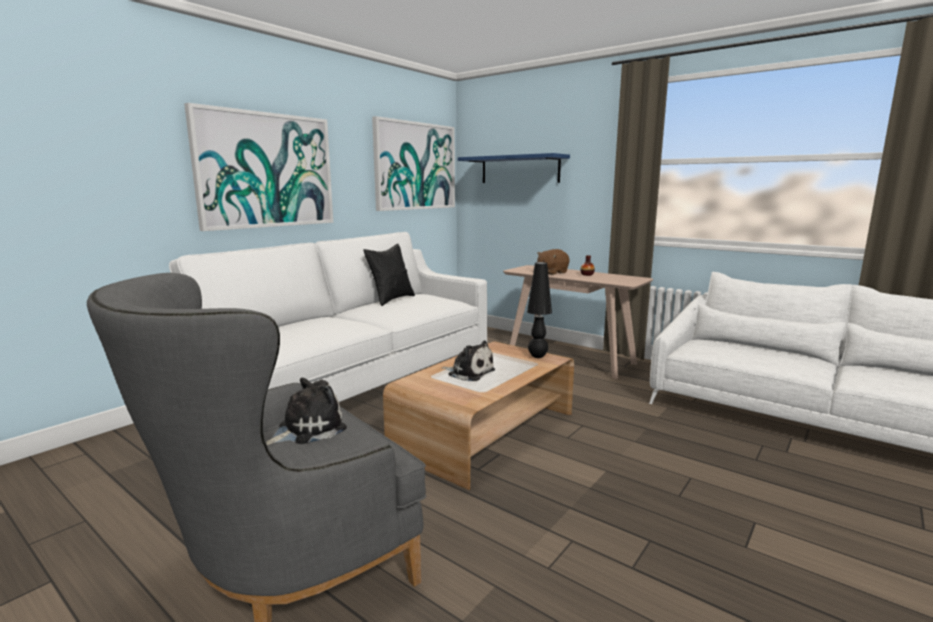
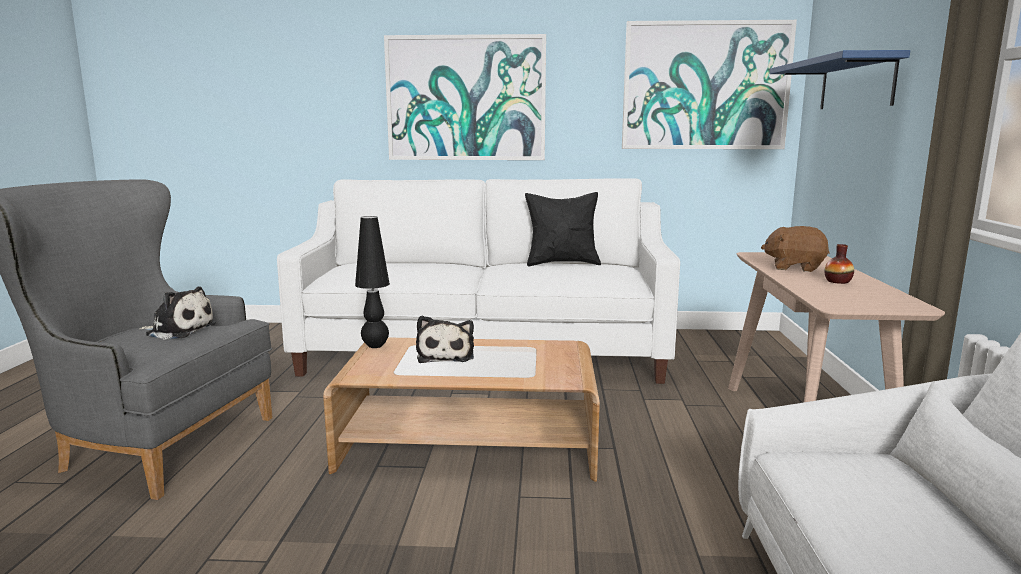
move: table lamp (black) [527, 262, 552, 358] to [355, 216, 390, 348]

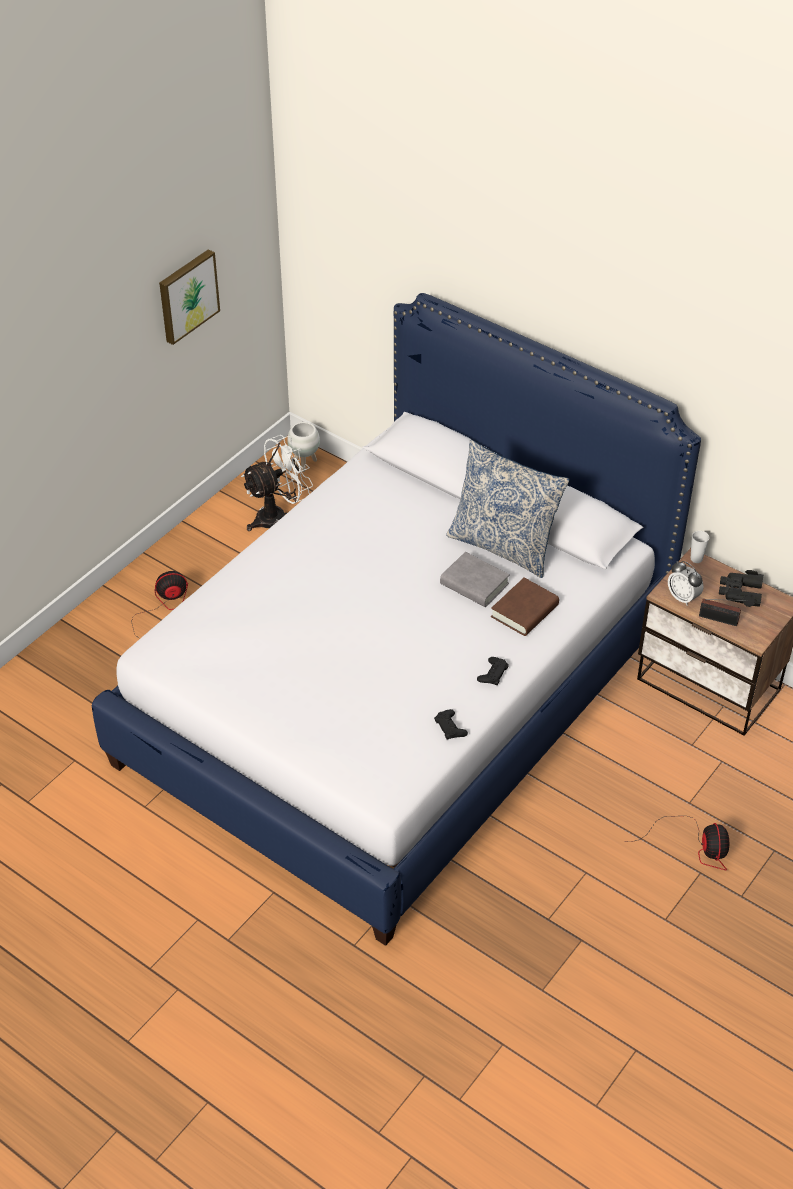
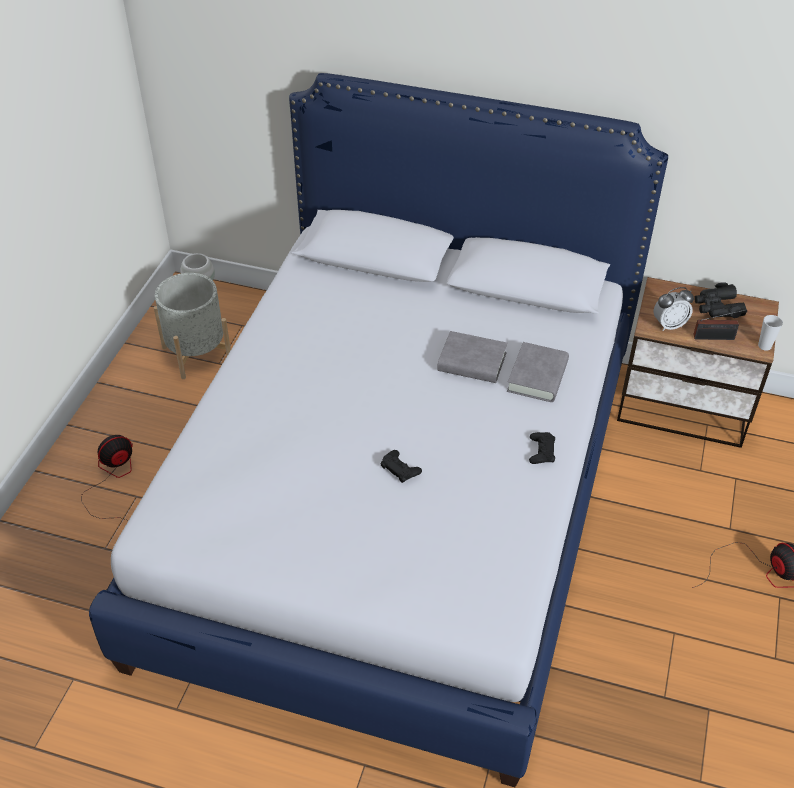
delete: wall picture [159, 249, 220, 345]; pillow [446, 440, 570, 578]
move: small cup [691, 531, 709, 563] to [758, 315, 783, 351]; gamepad (black) [434, 709, 468, 740] to [380, 450, 422, 483]
replace: electric fan (whitish) [241, 435, 313, 531] to plant pot (grey) [154, 273, 231, 379]
recolor: volume (brown-coloured) [491, 578, 559, 636] to volume (grey) [507, 342, 569, 402]
rotate: bedside clock [668, 561, 704, 605] = [654, 287, 694, 331] 45 degrees counterclockwise

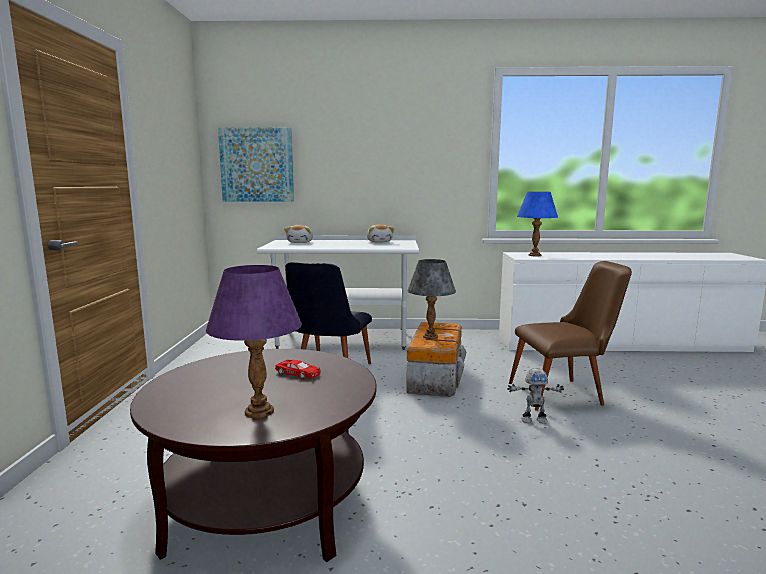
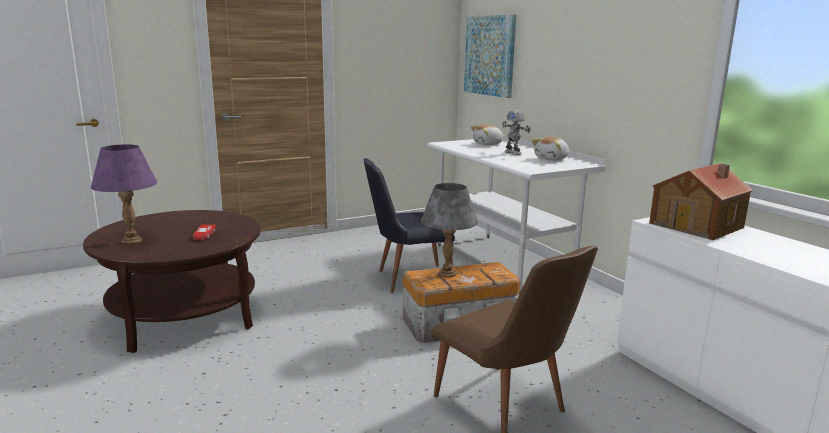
move: model robot [507, 368, 564, 423] to [502, 110, 531, 155]
replace: table lamp (blue) [517, 192, 558, 256] to model house [649, 163, 753, 240]

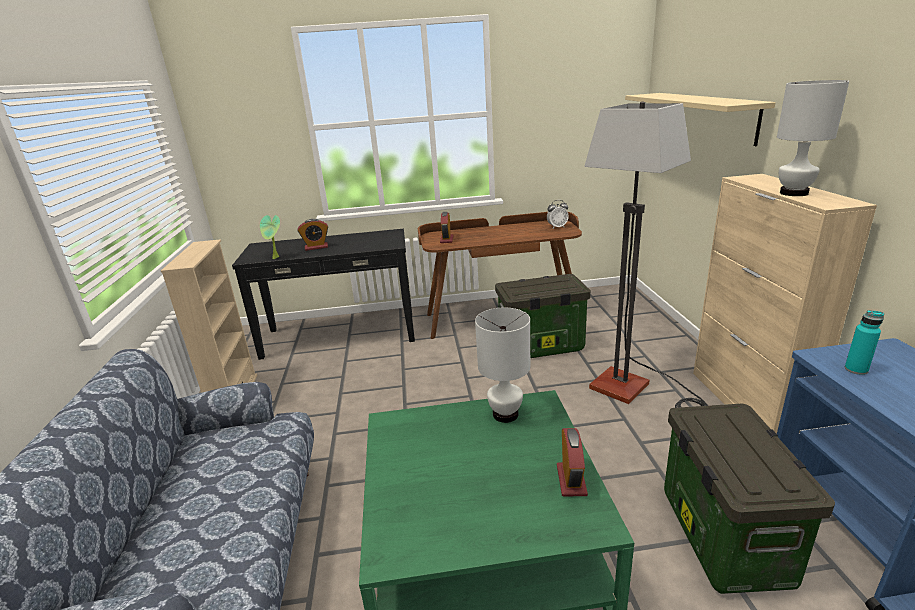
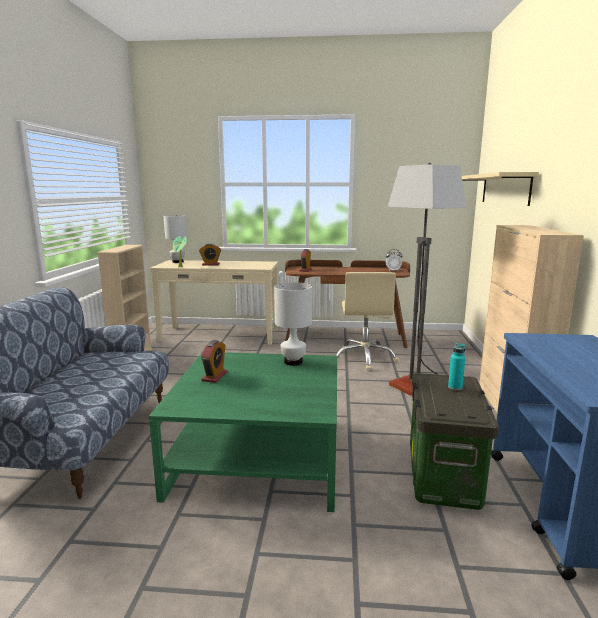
move: table lamp (whitish) [777, 80, 849, 196] to [164, 215, 187, 263]; drink bottle (turquoise-coloured) [845, 310, 884, 375] to [448, 343, 466, 390]; bedside clock [557, 428, 588, 496] to [201, 340, 228, 383]
replace: storage bin [495, 274, 591, 358] to office chair (beige-coloured) [336, 272, 399, 370]
recolor: hall table (black) [232, 229, 415, 360] to hall table (beige-coloured) [150, 260, 278, 345]

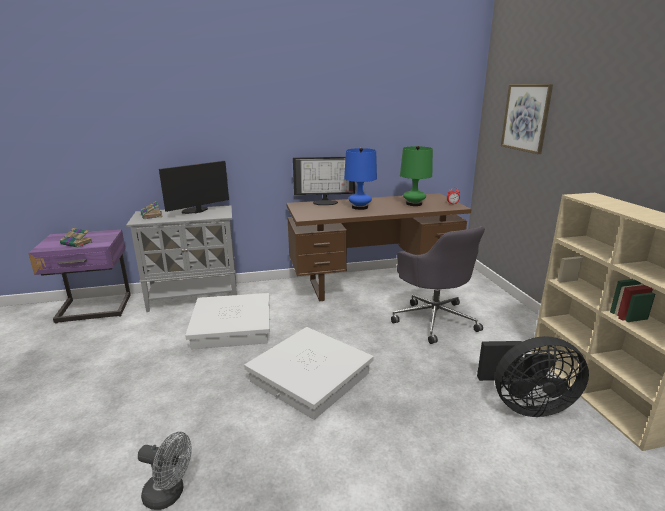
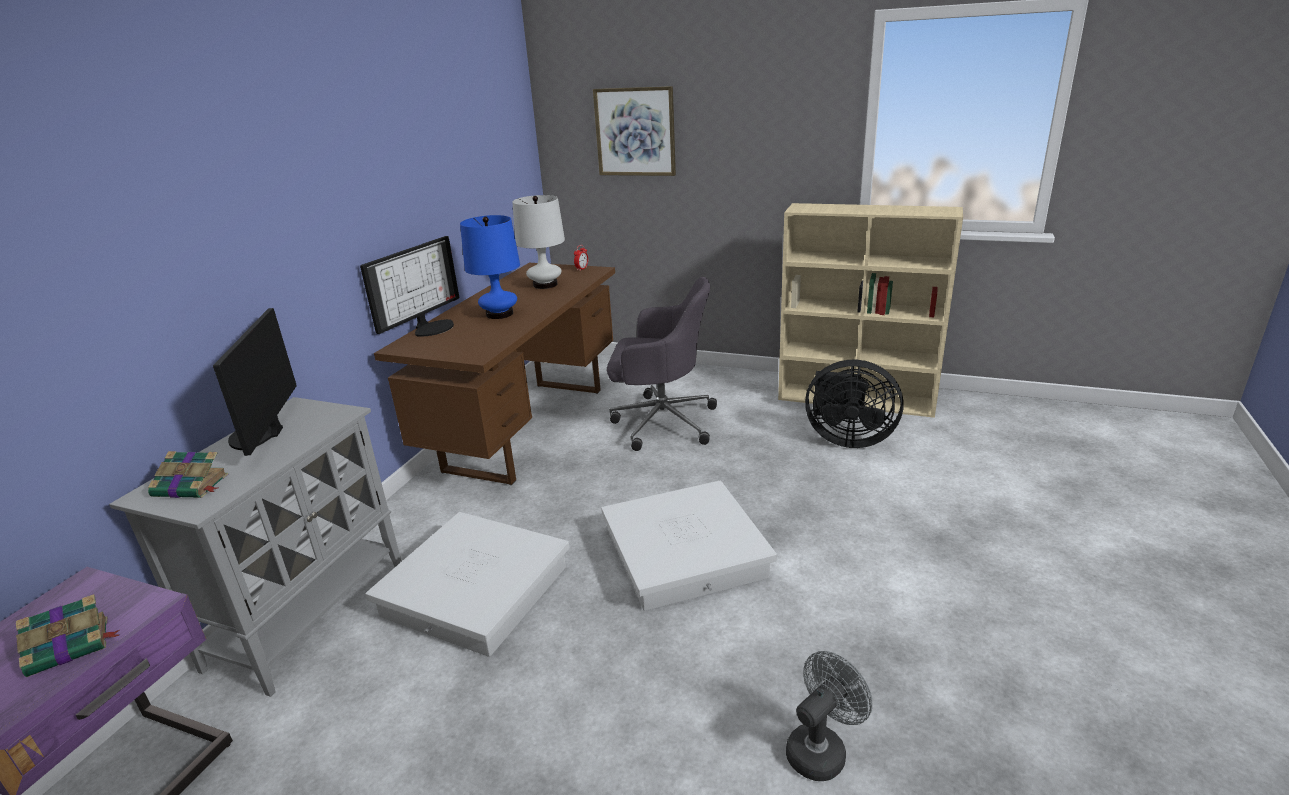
recolor: table lamp (greenish) [400, 146, 433, 206] to table lamp (whitish) [512, 195, 565, 289]
rotate: electric fan (black) [477, 336, 589, 417] = [805, 360, 904, 448] 75 degrees clockwise

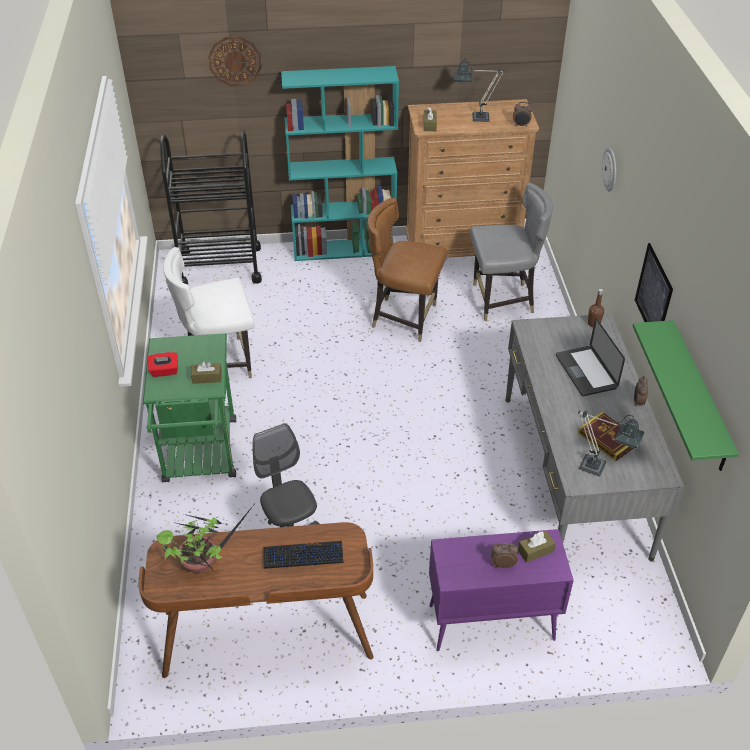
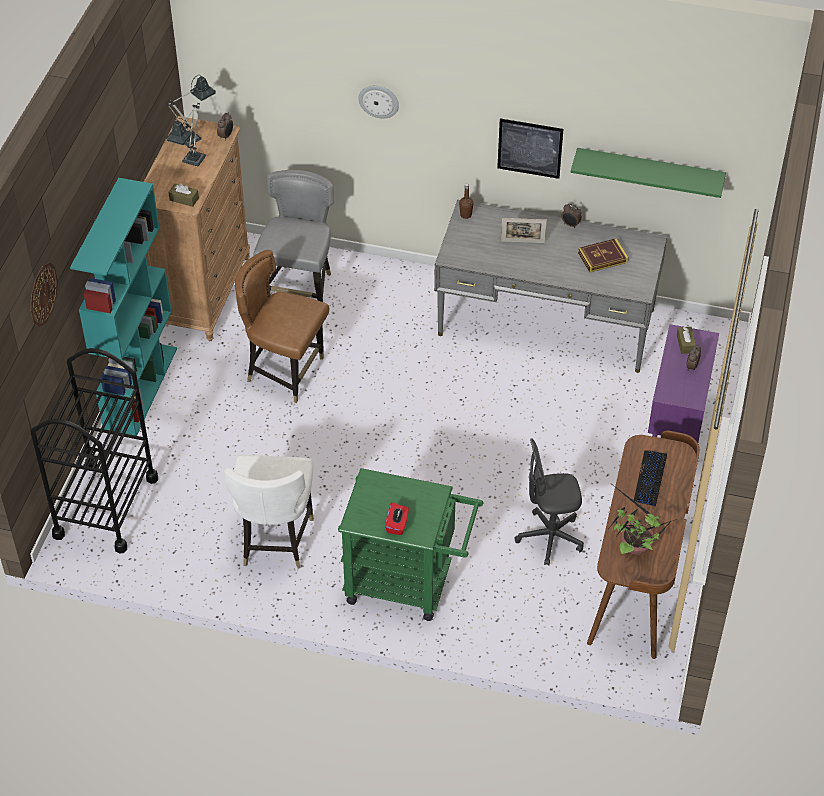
delete: box of tissues (brown-coloured) [191, 361, 222, 384]
move: table lamp [578, 410, 644, 476] to [167, 75, 216, 147]
replace: laptop [556, 318, 625, 396] to standing frame [501, 218, 547, 243]
rotate: upright chair (brown-coloured) [368, 198, 447, 342] = [235, 250, 329, 403] 75 degrees clockwise

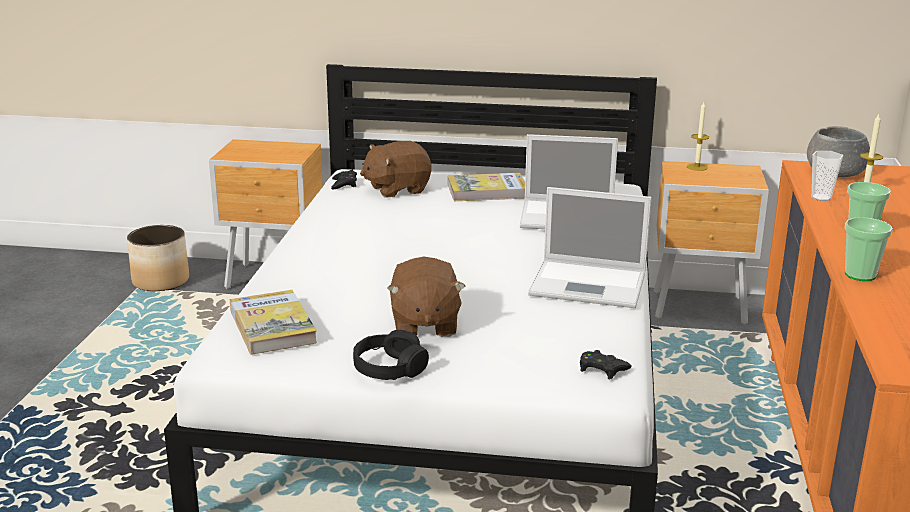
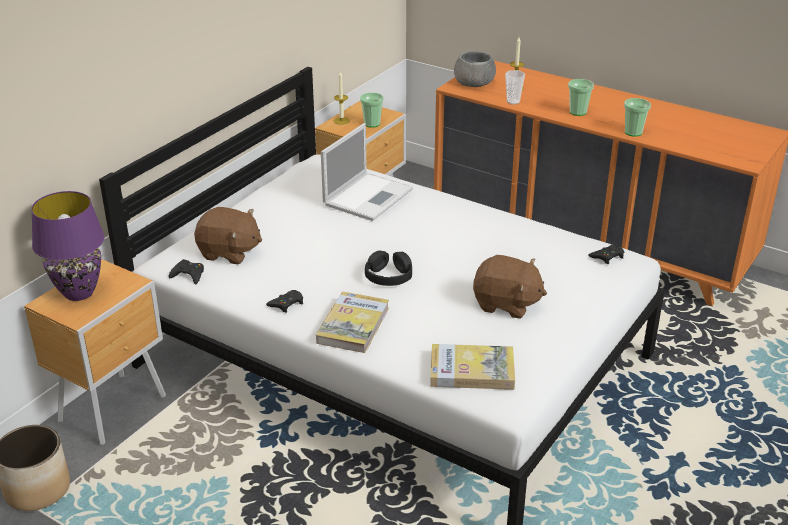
delete: laptop [528, 187, 652, 308]
insert: small cup [360, 93, 384, 128]; table lamp (purple-coloured) [31, 191, 105, 301]; gamepad (black) [266, 290, 303, 313]
move: volume [448, 173, 525, 201] to [316, 292, 389, 353]; headset (black) [353, 330, 429, 380] to [365, 250, 412, 286]
rotate: cuddly toy (brown-coloured) [360, 141, 432, 198] = [194, 207, 262, 264] 75 degrees counterclockwise

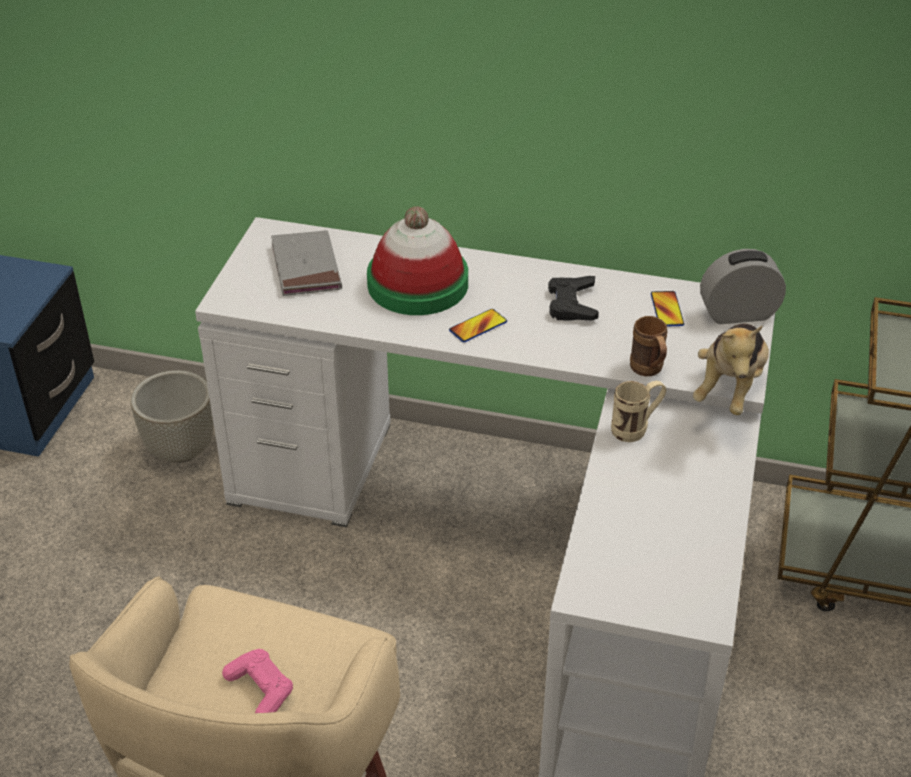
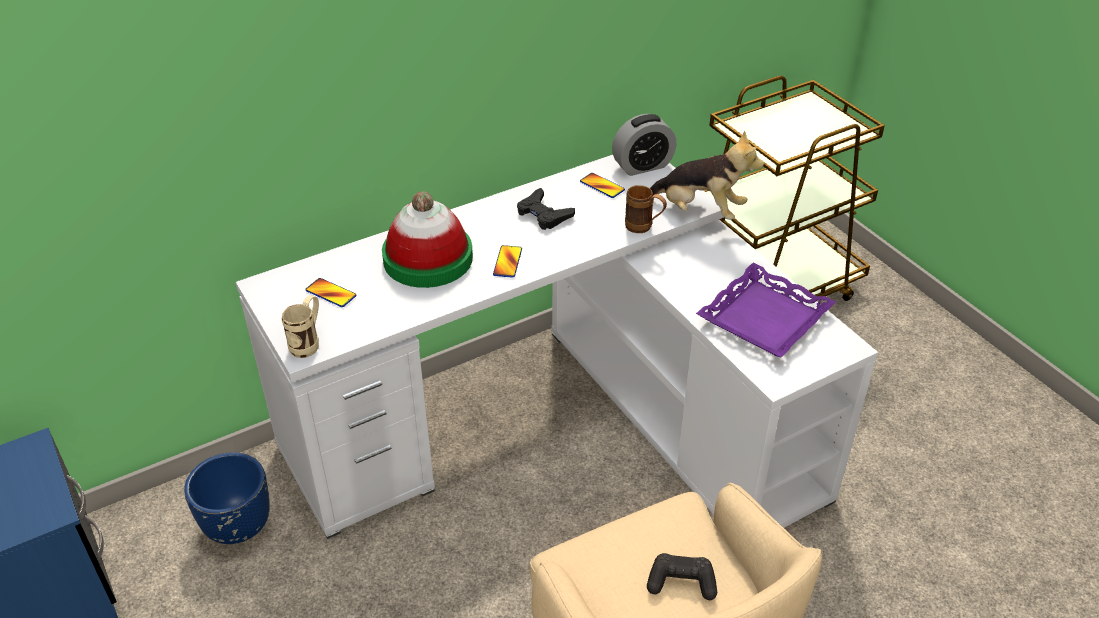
insert: carrying tray (purple-coloured) [696, 263, 836, 358]
move: tea mug (beige-coloured) [611, 381, 666, 442] to [282, 295, 319, 358]
replace: volume (grey) [271, 230, 342, 296] to handset [305, 278, 357, 307]
recolor: plant pot (grey) [131, 370, 214, 463] to plant pot (blue) [184, 452, 270, 544]; gamepad (pinkish) [222, 649, 293, 713] to gamepad (black) [647, 553, 717, 600]
rotate: bedside clock [700, 249, 786, 324] = [612, 114, 676, 176] 150 degrees counterclockwise; cuddly toy [693, 323, 769, 415] = [650, 130, 764, 220] 45 degrees counterclockwise

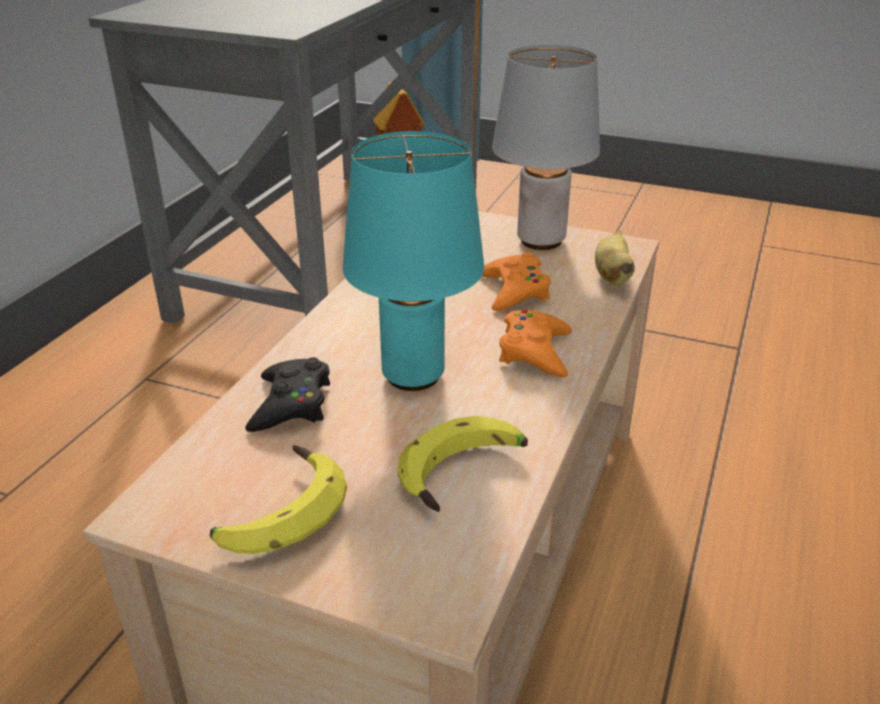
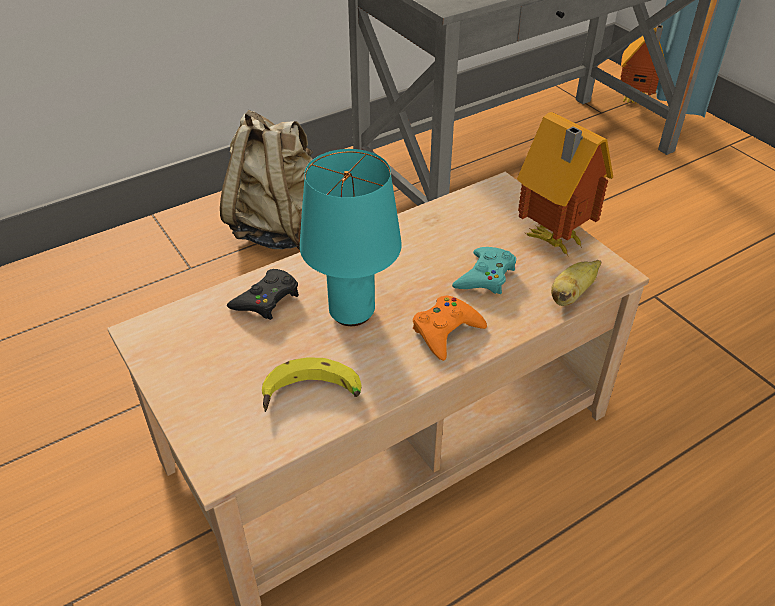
delete: banana fruit [210, 445, 347, 554]
insert: rucksack (beige-coloured) [220, 110, 314, 250]
replace: table lamp (grey) [492, 45, 600, 250] to model house [517, 112, 613, 256]
recolor: gamepad (orange-coloured) [482, 252, 551, 311] to gamepad (turquoise-coloured) [452, 247, 516, 294]

